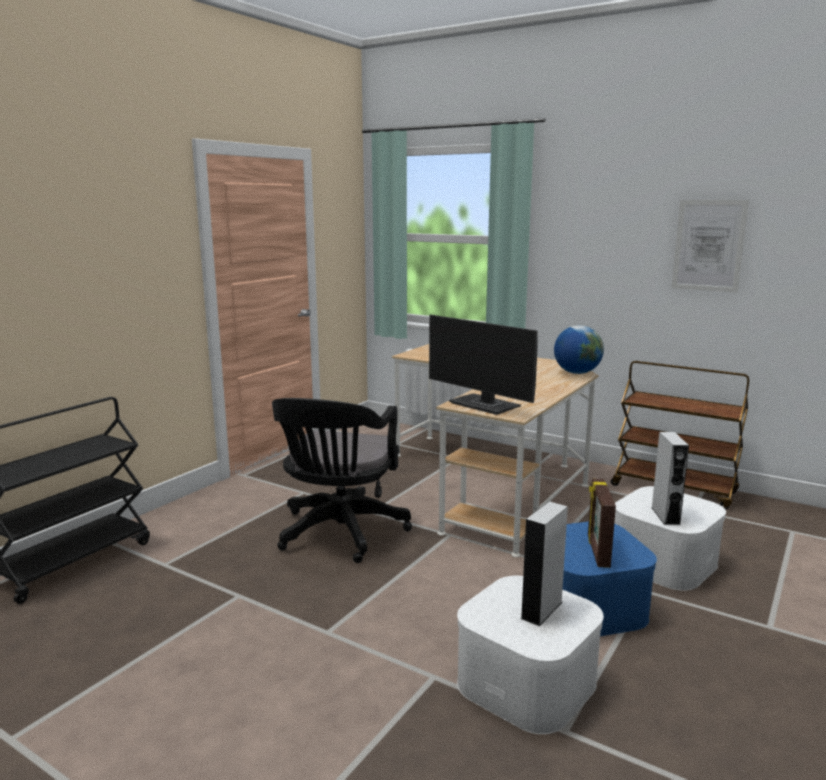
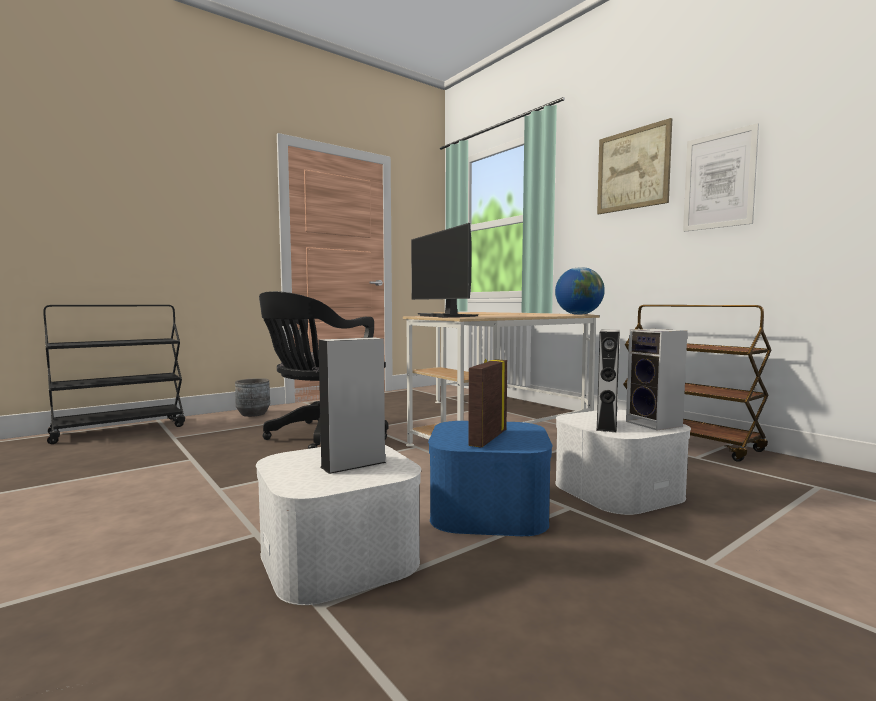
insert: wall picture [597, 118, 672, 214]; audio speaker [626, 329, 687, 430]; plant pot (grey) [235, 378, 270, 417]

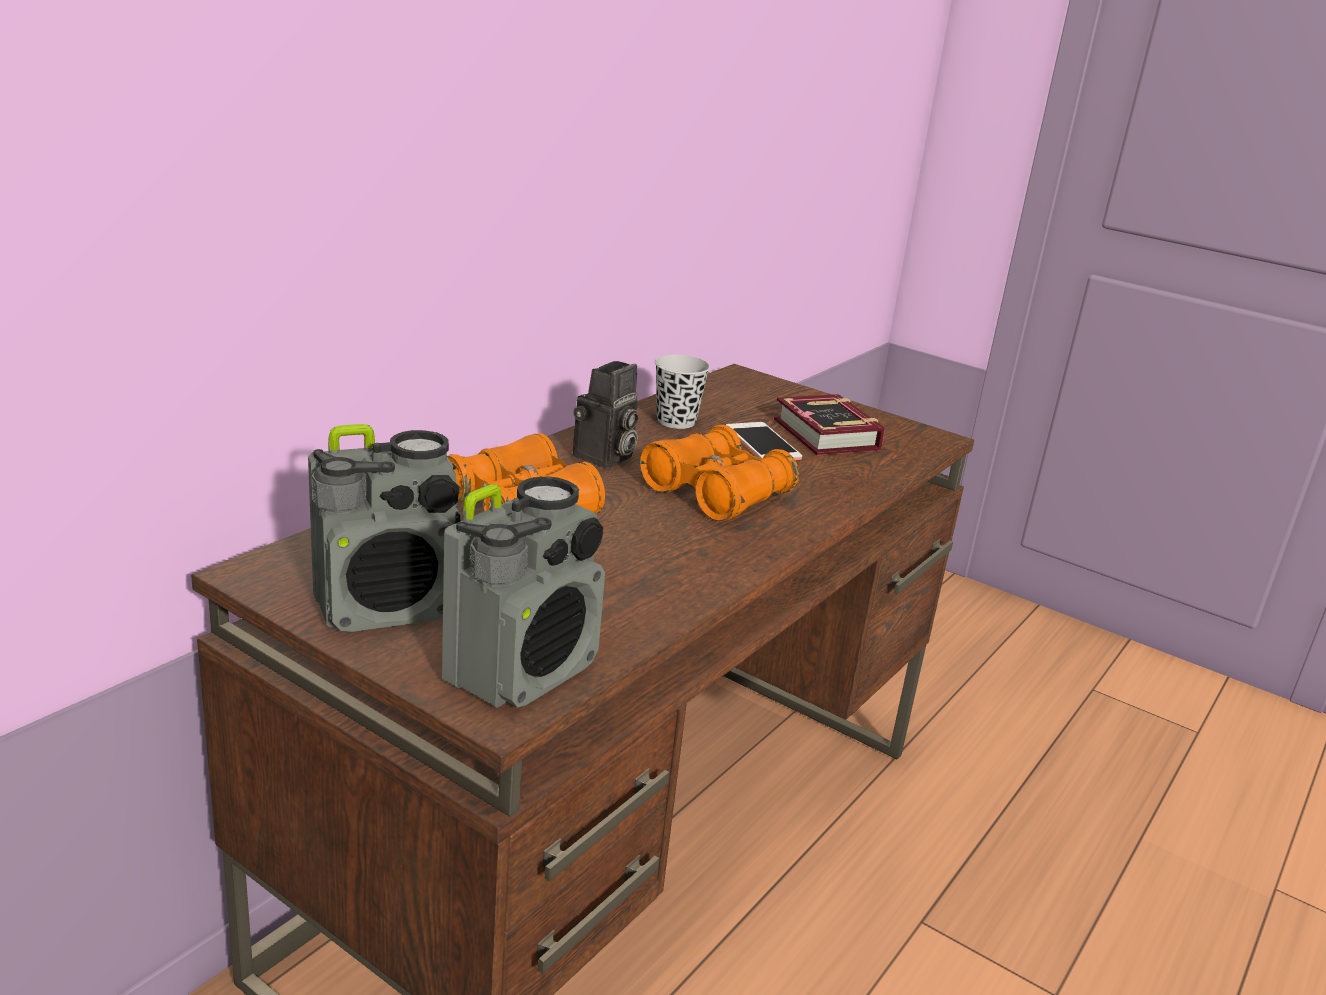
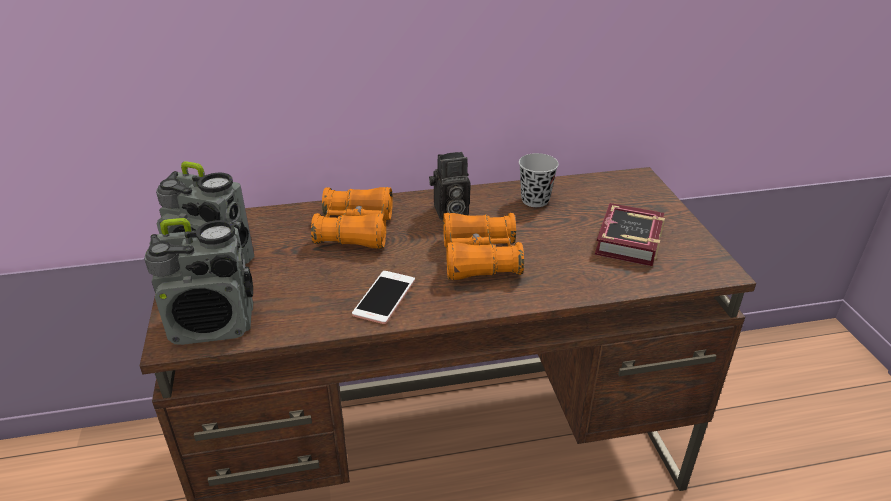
move: handset [726, 422, 802, 460] to [352, 271, 415, 324]

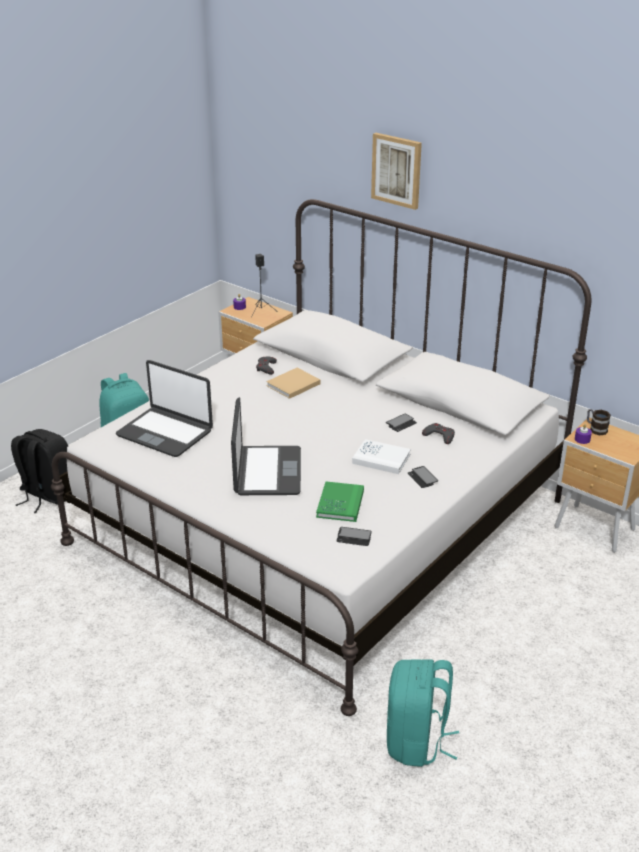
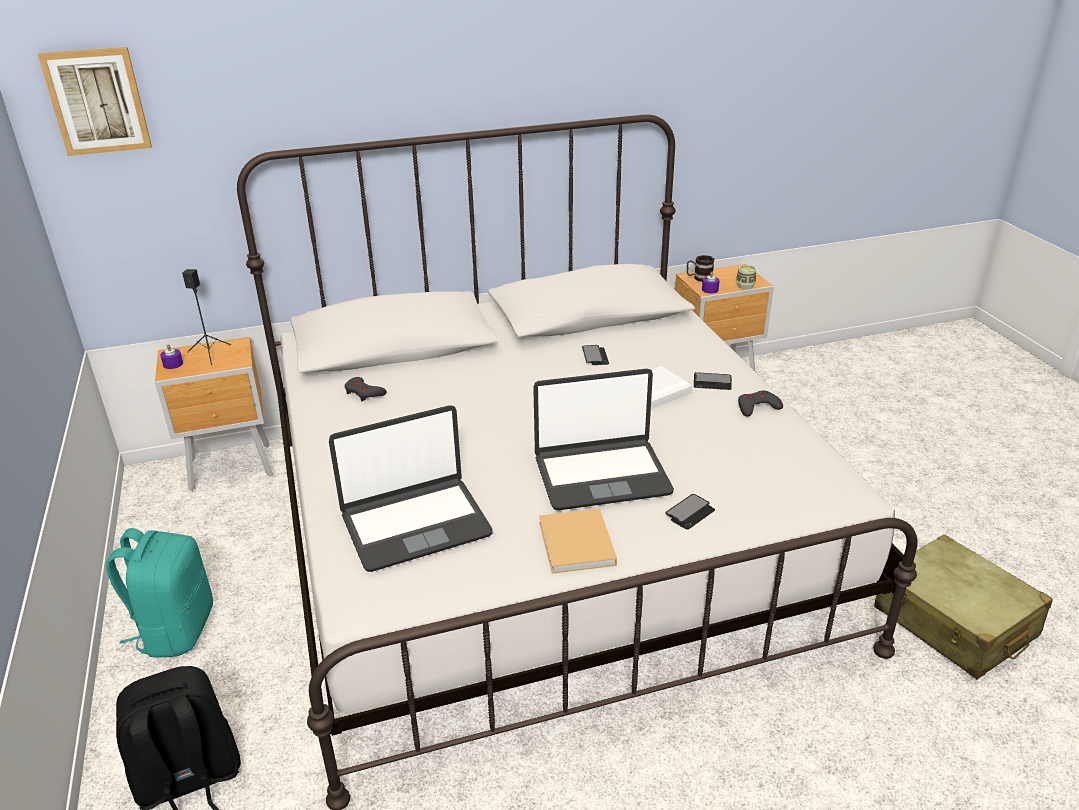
delete: volume (greenish) [316, 481, 364, 522]
insert: small cup [736, 265, 756, 290]
move: wall picture [371, 133, 422, 210] to [38, 47, 152, 156]; volume (beige-coloured) [266, 368, 321, 399] to [539, 509, 617, 574]; gamepad (grey) [422, 423, 455, 444] to [738, 391, 783, 417]; handset [337, 527, 372, 546] to [665, 494, 715, 530]
replace: rucksack (turquoise-coloured) [387, 659, 459, 767] to suitcase (beige-coloured) [874, 534, 1053, 679]
rotate: laptop [231, 397, 301, 495] = [533, 369, 674, 510] 135 degrees clockwise

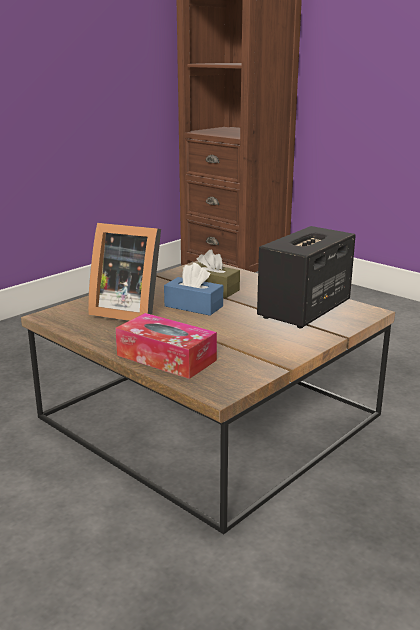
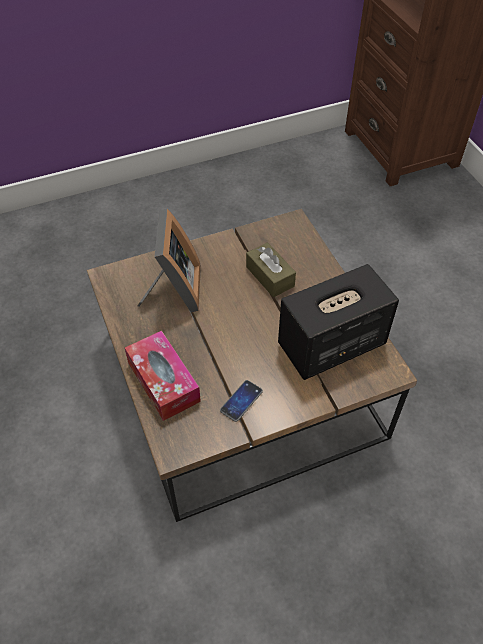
delete: box of tissues (blue) [164, 263, 223, 316]
insert: handset [220, 380, 263, 422]
rotate: standing frame [88, 223, 161, 321] = [138, 209, 201, 312] 135 degrees counterclockwise

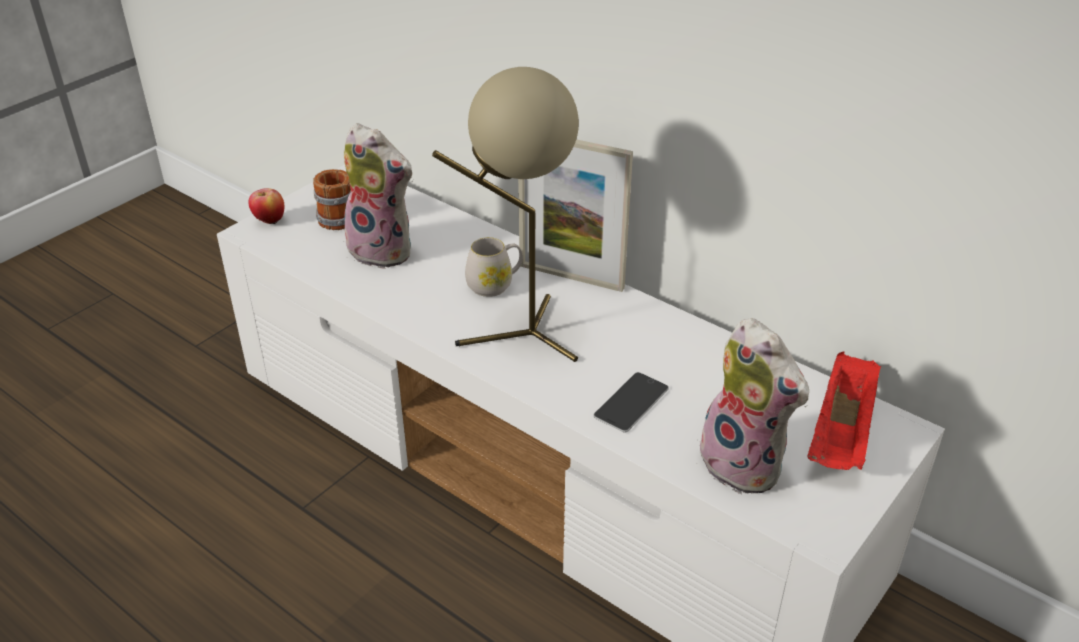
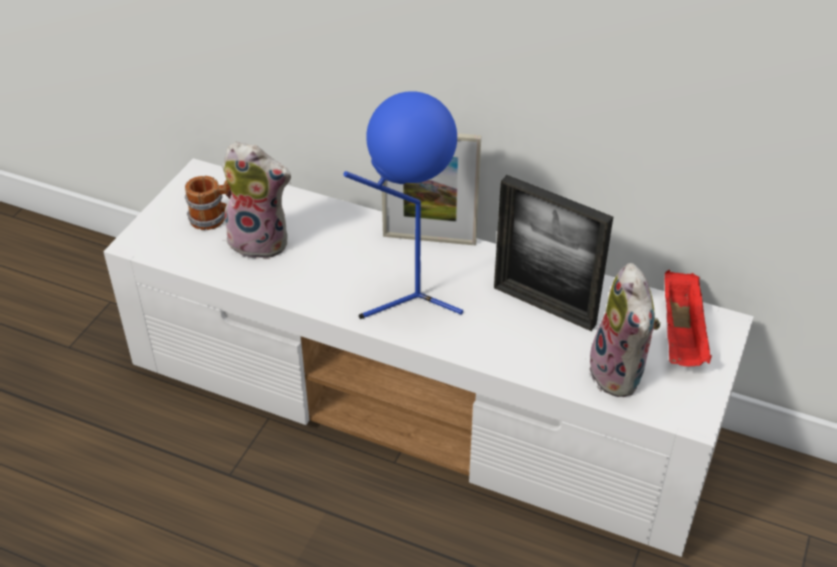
delete: whole apple [249, 188, 284, 225]; tea mug (whitish) [465, 237, 523, 297]; handset [593, 372, 669, 433]
insert: standing frame [494, 175, 613, 331]
recolor: table lamp (beige-coloured) [432, 67, 579, 362] to table lamp (blue) [343, 91, 463, 319]
rotate: cuddly toy [700, 318, 809, 494] = [586, 263, 661, 397] 45 degrees clockwise

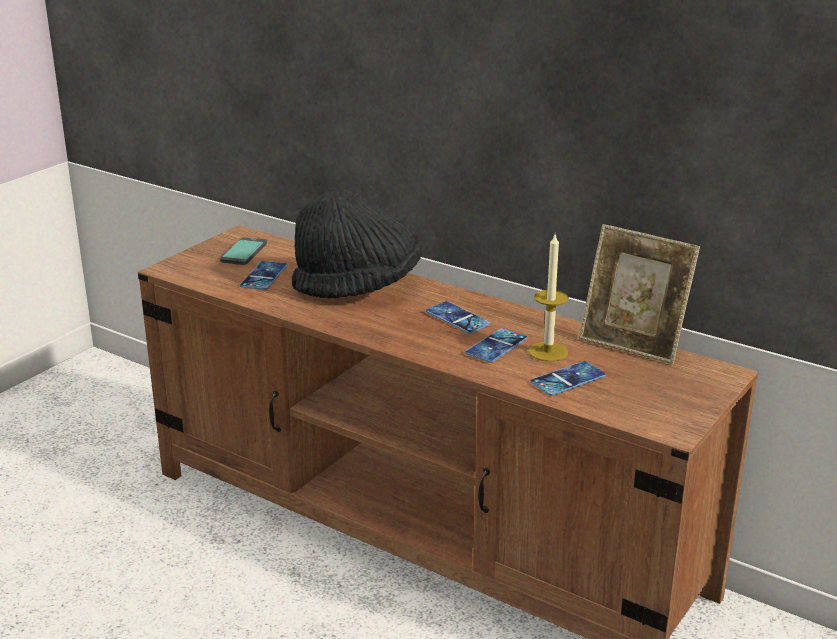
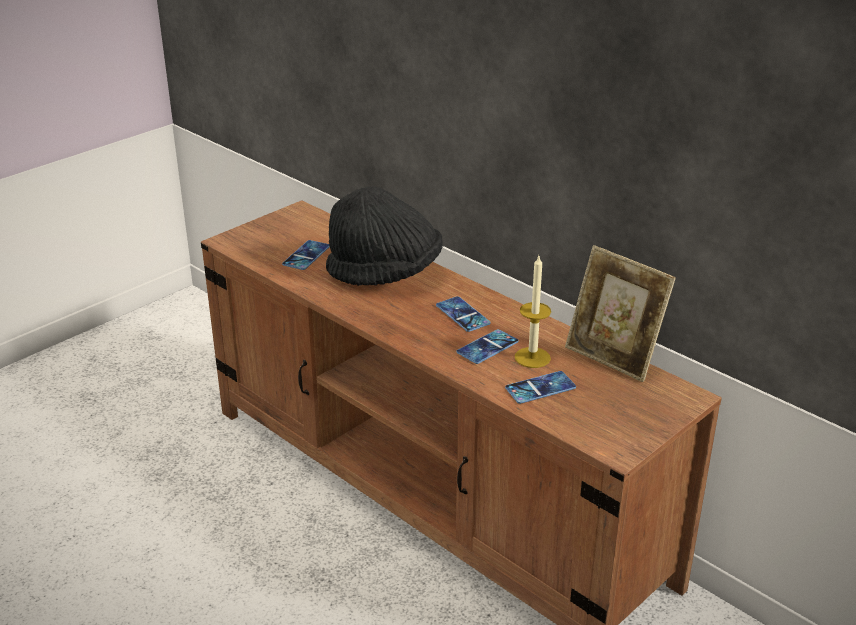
delete: handset [220, 237, 267, 265]

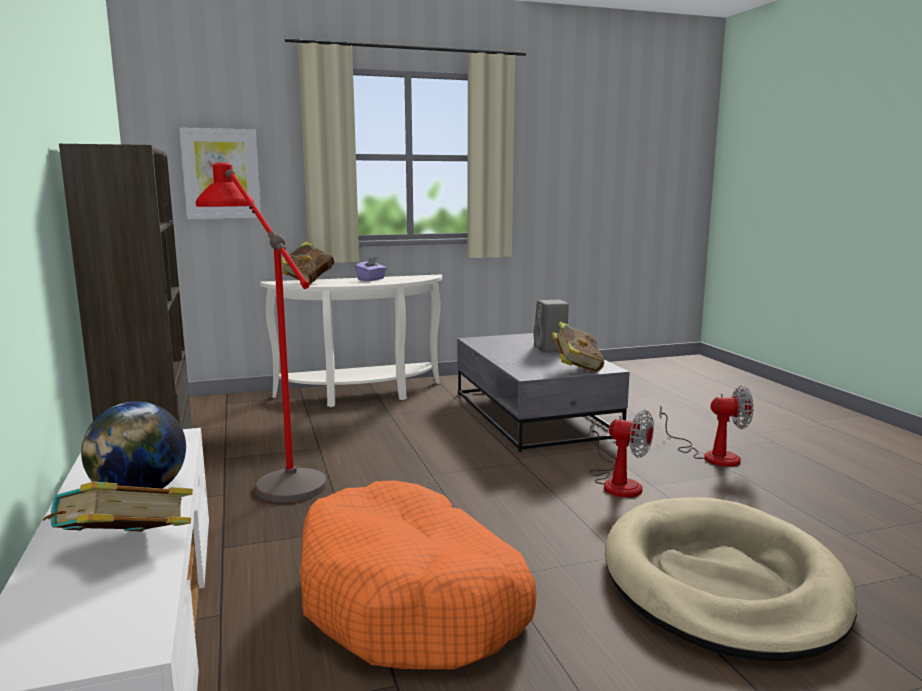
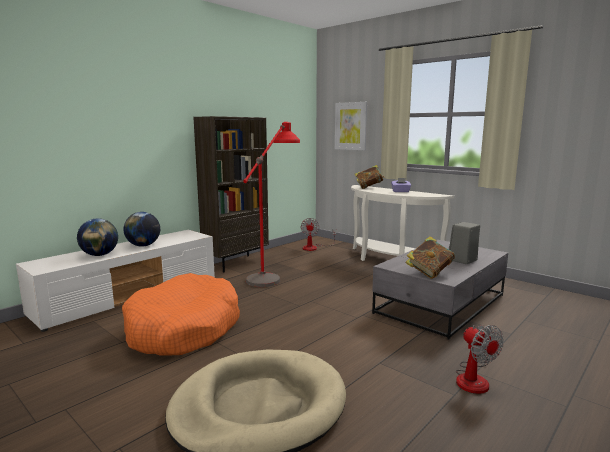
move: electric fan [590, 410, 654, 497] to [301, 218, 336, 251]
replace: volume [43, 482, 193, 532] to desk globe [77, 218, 118, 256]

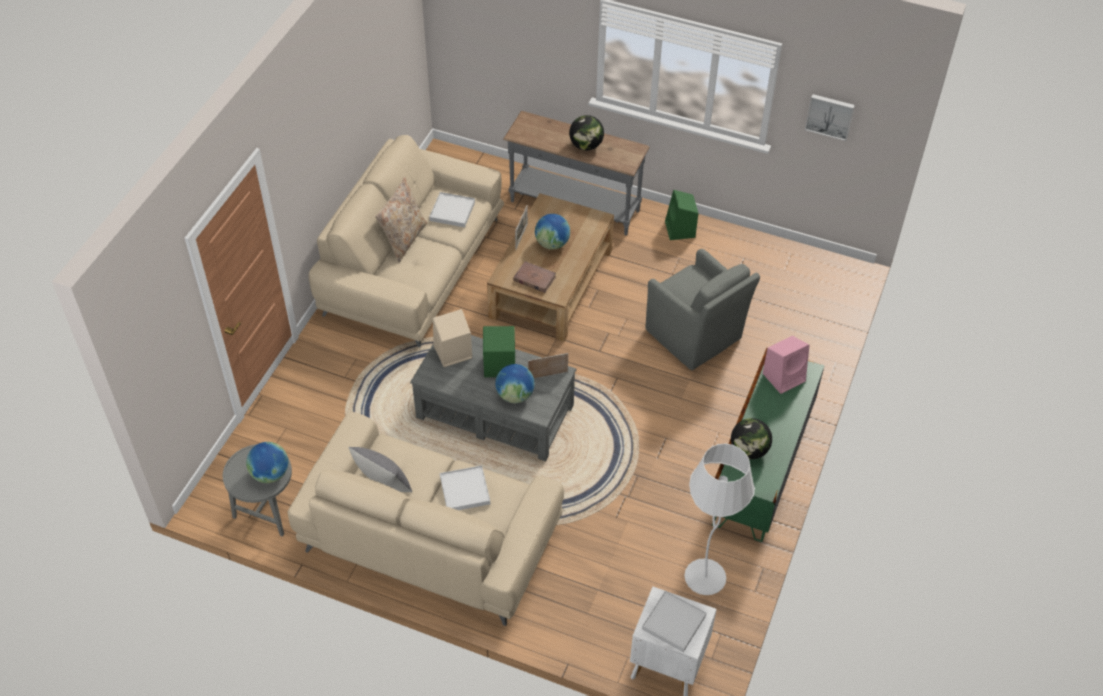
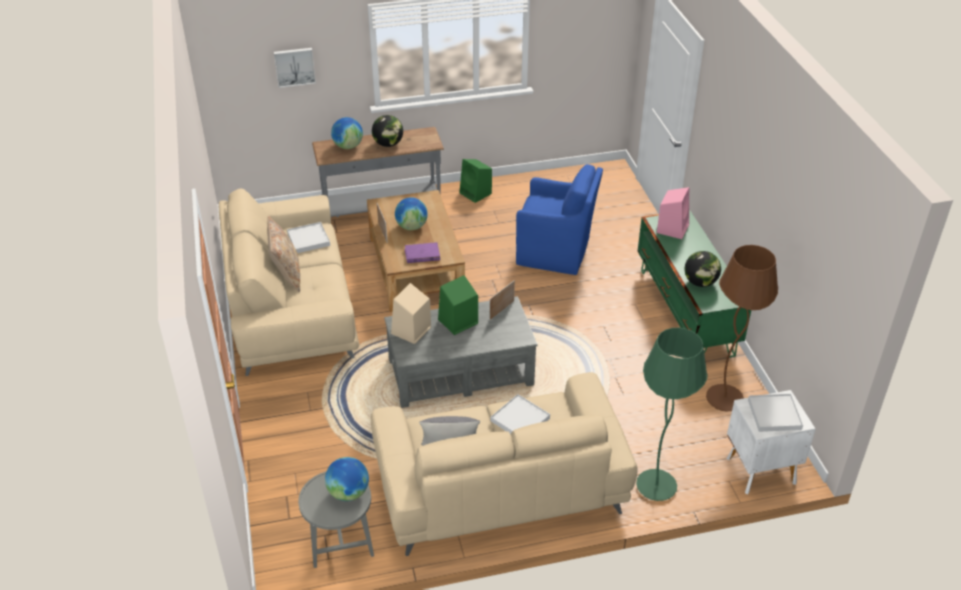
insert: standard lamp (greenish) [636, 328, 708, 501]
move: wall picture [805, 94, 855, 141] to [274, 48, 316, 88]; desk globe [495, 364, 535, 403] to [331, 117, 363, 149]
recolor: easy chair (grey) [646, 249, 760, 370] to easy chair (blue) [516, 164, 603, 275]; volume (brown-coloured) [513, 261, 556, 293] to volume (purple-coloured) [404, 242, 440, 263]; standard lamp (whitish) [684, 444, 755, 595] to standard lamp (brown-coloured) [706, 245, 778, 411]

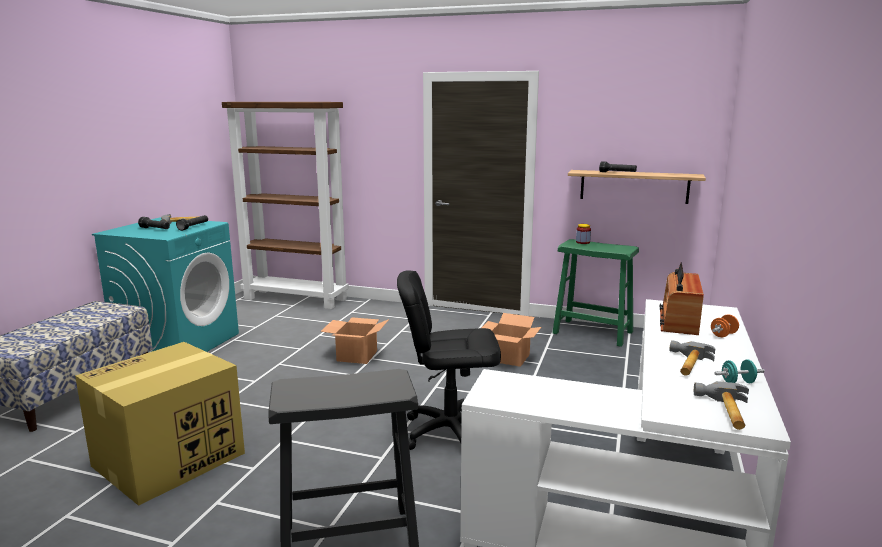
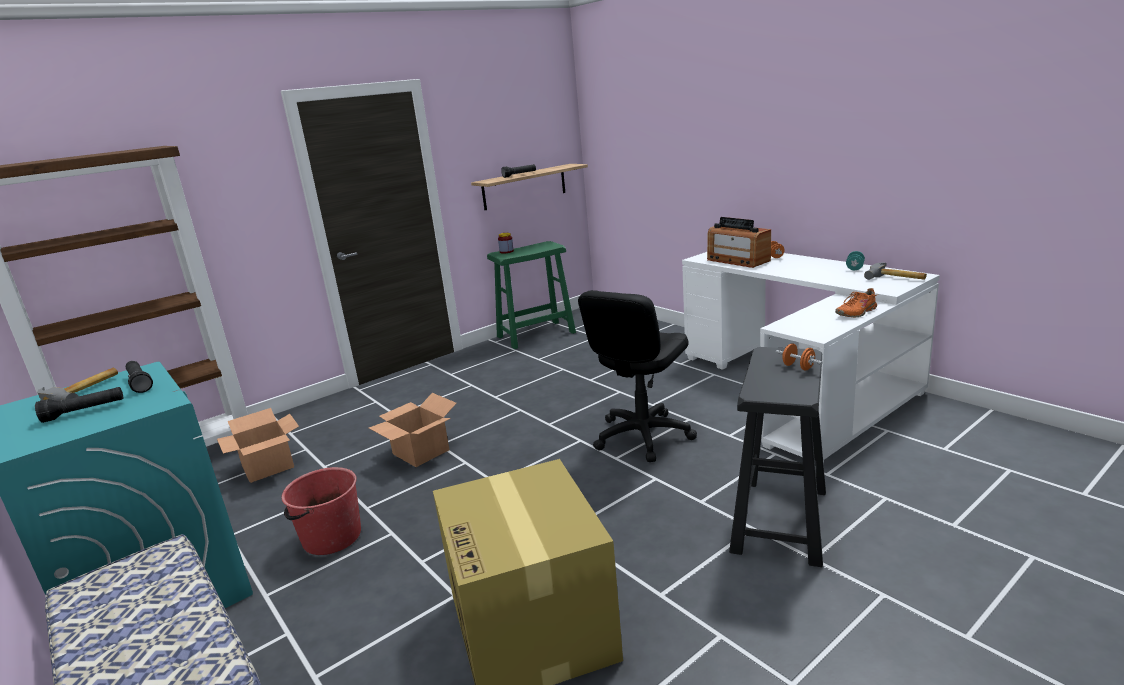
delete: hand hammer [669, 340, 715, 376]
insert: shoe (orange-coloured) [835, 288, 878, 317]; hand weight (orange-coloured) [776, 344, 822, 370]; water bucket (red-coloured) [281, 467, 361, 555]
move: cardboard box [481, 313, 541, 367] to [217, 408, 299, 483]

